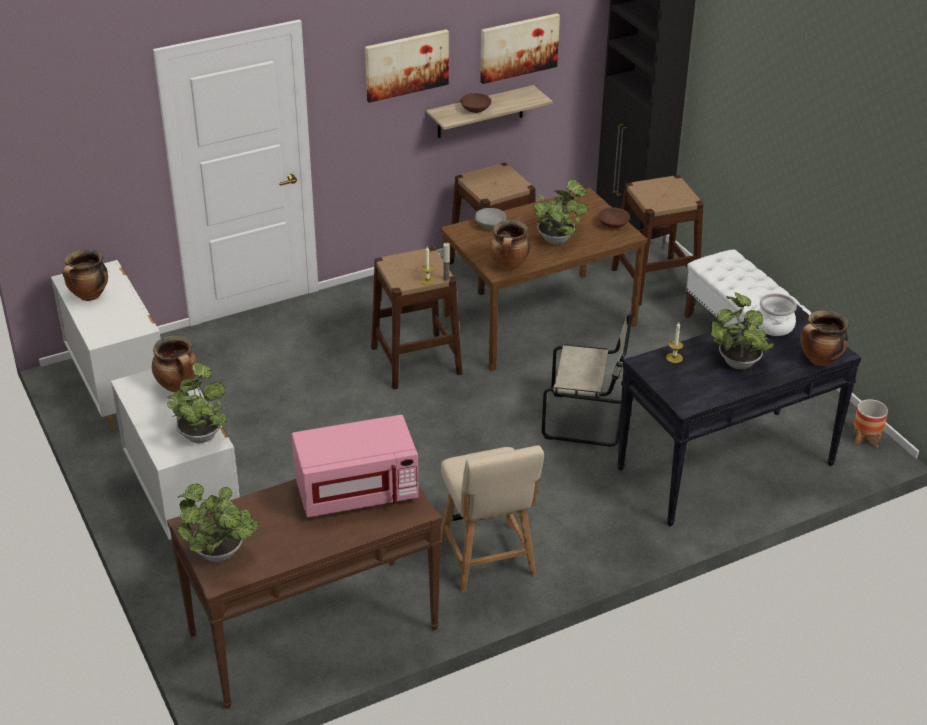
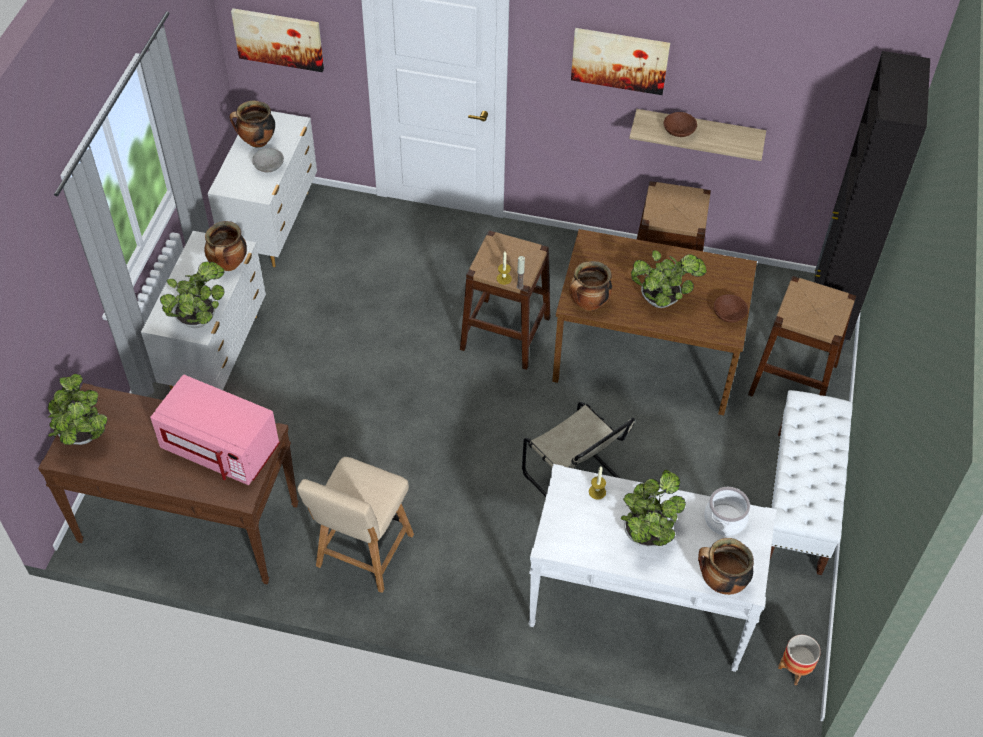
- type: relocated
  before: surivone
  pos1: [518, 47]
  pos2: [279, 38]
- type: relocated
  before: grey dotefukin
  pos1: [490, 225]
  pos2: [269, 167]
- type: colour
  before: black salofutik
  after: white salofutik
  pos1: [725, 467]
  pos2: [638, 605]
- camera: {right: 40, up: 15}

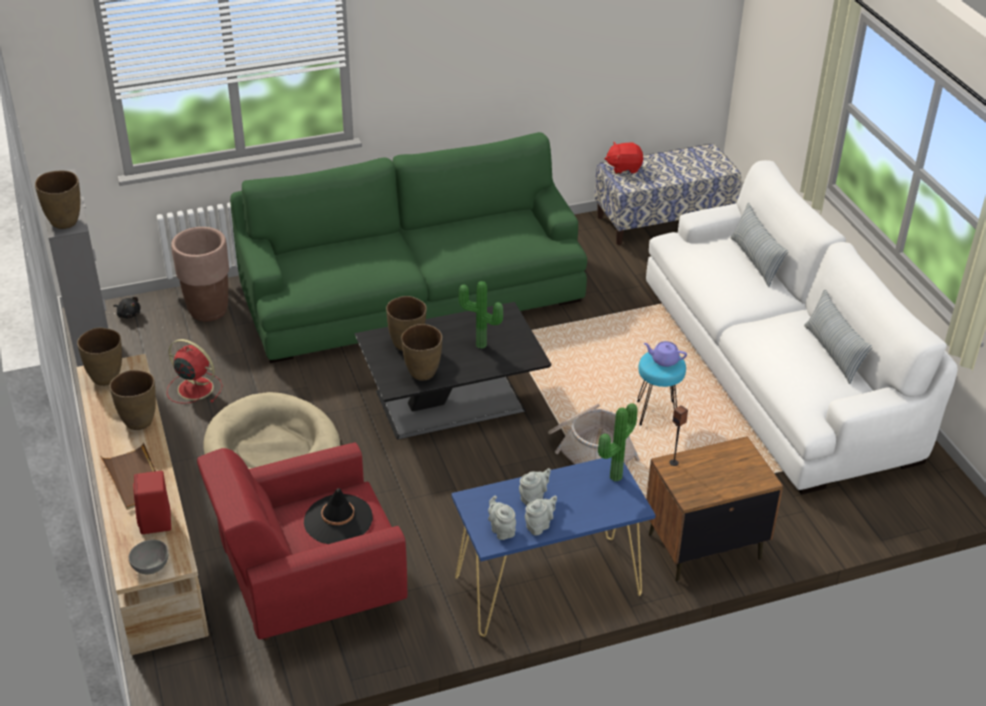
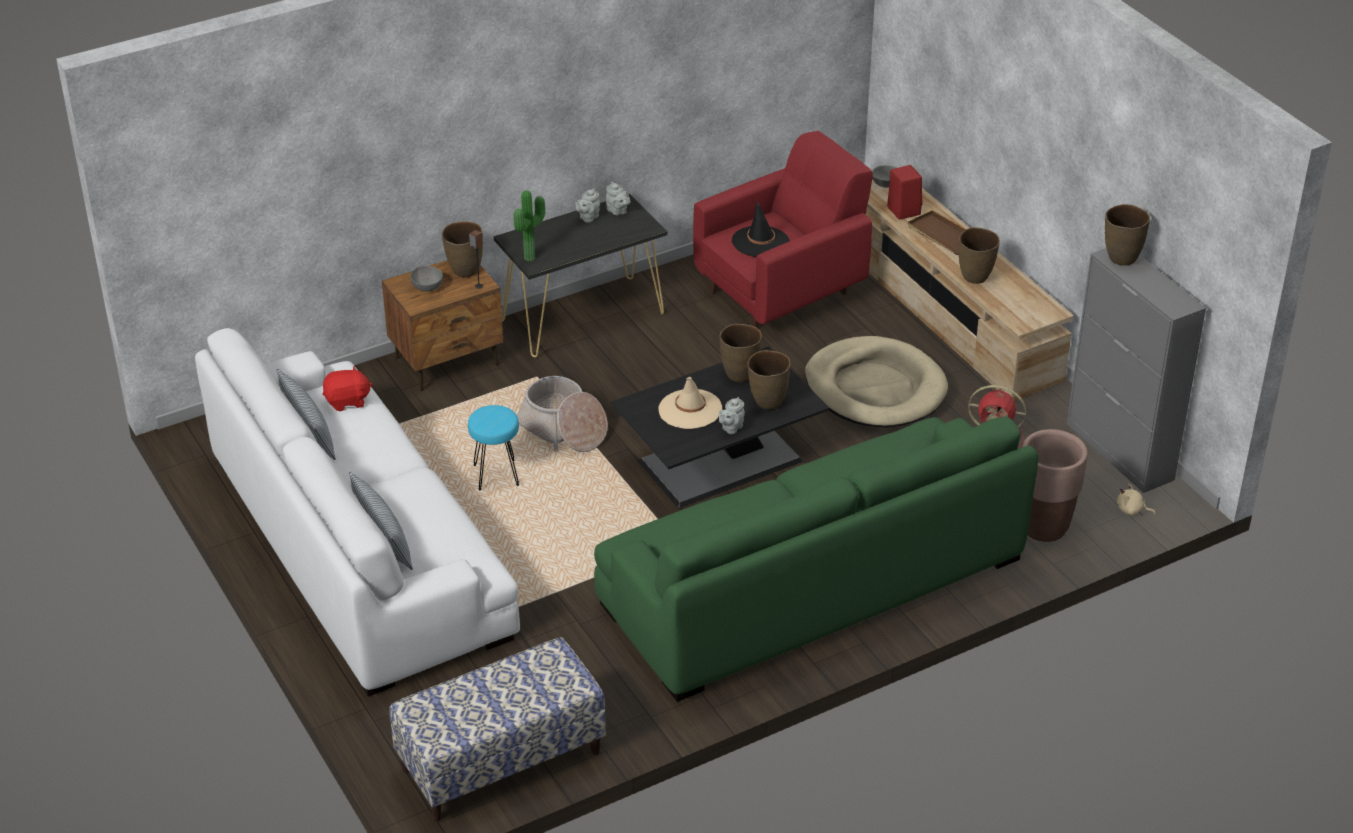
- type: relocated
  before: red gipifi
  pos1: [624, 167]
  pos2: [347, 401]
- type: appeared
  after: grey dotefukin
  pos2: [427, 287]
- type: relocated
  before: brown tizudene
  pos1: [106, 377]
  pos2: [465, 271]
- type: colour
  before: blue salofutik
  after: black salofutik
  pos1: [547, 586]
  pos2: [583, 316]
- type: exchanged
  before: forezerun
  after: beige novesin
  pos1: [480, 346]
  pos2: [690, 409]
- type: relocated
  before: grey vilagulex
  pos1: [533, 498]
  pos2: [731, 428]
- type: colour
  before: black gipifi
  after: beige gipifi
  pos1: [128, 314]
  pos2: [1131, 510]
- type: missing
  before: purple vilagulex
  pos1: [664, 360]
- camera: {right: 170, up: 0}

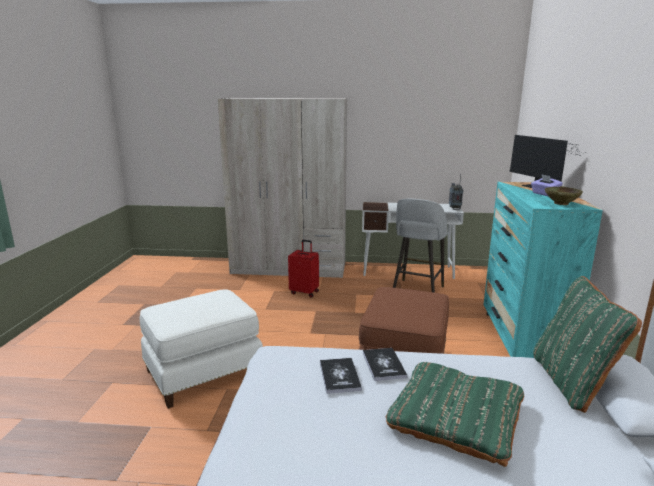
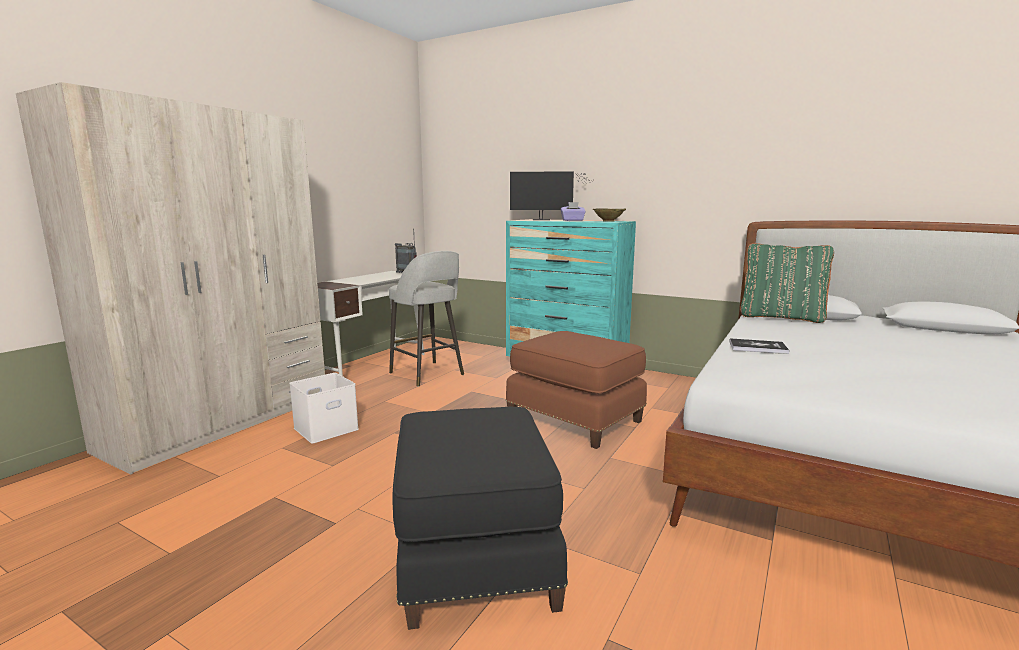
- type: exchanged
  before: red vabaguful
  after: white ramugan
  pos1: [304, 292]
  pos2: [326, 428]
- type: colour
  before: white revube
  after: black revube
  pos1: [203, 371]
  pos2: [473, 555]
- type: missing
  before: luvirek
  pos1: [339, 376]
- type: missing
  before: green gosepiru
  pos1: [456, 416]
- camera: {right: -65, up: -5}

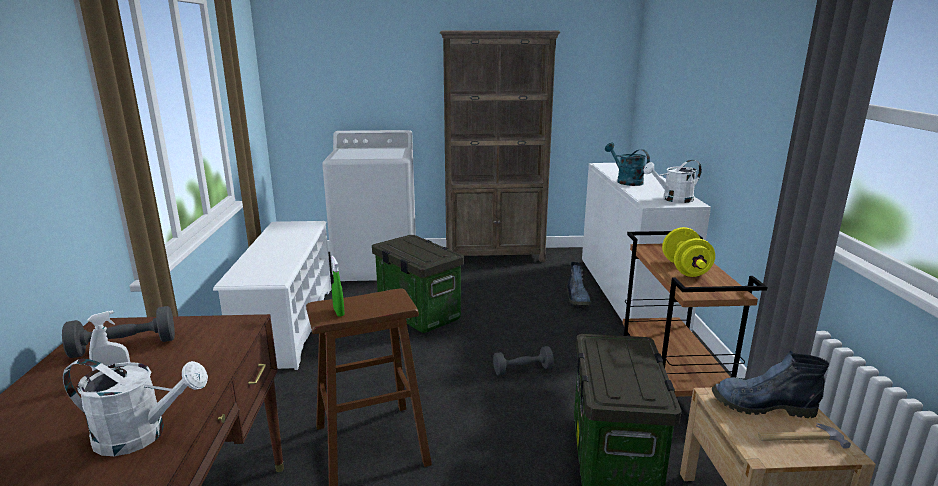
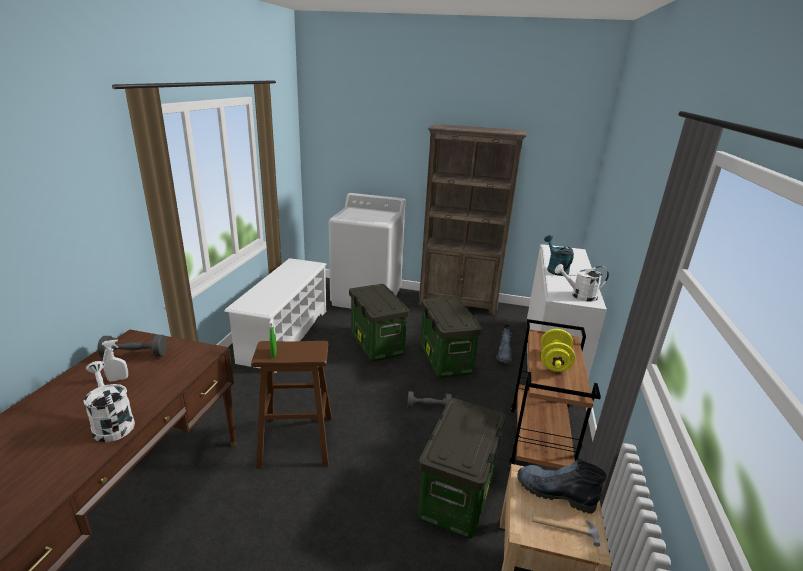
- type: spun
  before: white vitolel
  pos1: [142, 435]
  pos2: [111, 423]
  turn: -150
- type: appeared
  after: ramugan
  pos2: [444, 359]
- camera: {right: 15, up: 5}

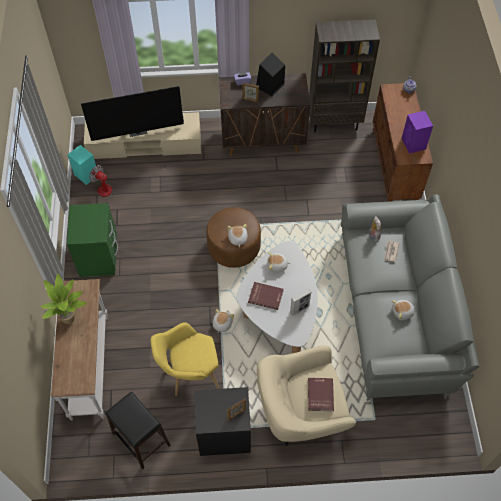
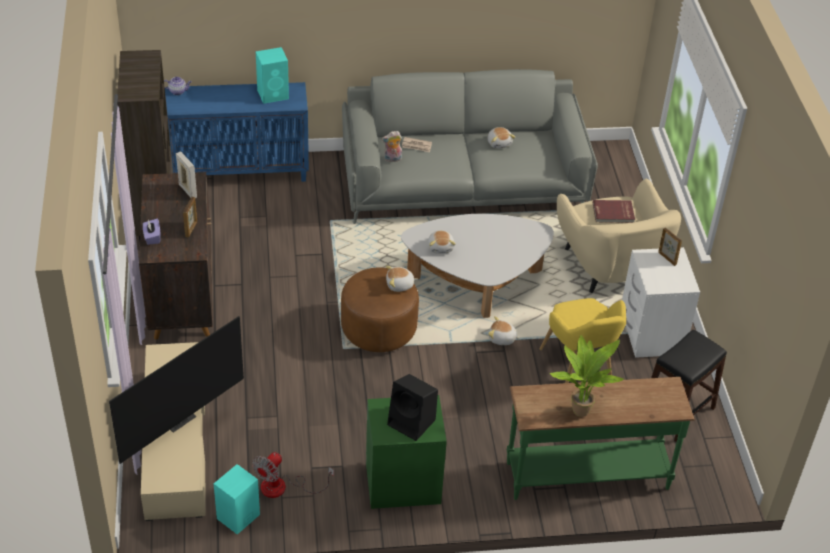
- type: spun
  before: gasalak
  pos1: [138, 130]
  pos2: [178, 418]
  turn: 60
- type: colour
  before: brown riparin
  after: blue riparin
  pos1: [395, 166]
  pos2: [240, 170]
- type: relocated
  before: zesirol
  pos1: [299, 309]
  pos2: [187, 191]
- type: colour
  before: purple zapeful
  after: turquoise zapeful
  pos1: [413, 144]
  pos2: [273, 94]
- type: relocated
  before: black zapeful
  pos1: [269, 86]
  pos2: [412, 422]
- type: colour
  before: white salofutik
  after: green salofutik
  pos1: [91, 367]
  pos2: [587, 474]
- type: colour
  before: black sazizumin
  after: white sazizumin
  pos1: [224, 433]
  pos2: [650, 333]
- type: missing
  before: red luvirek
  pos1: [266, 296]
- camera: {right: -95, up: -15}

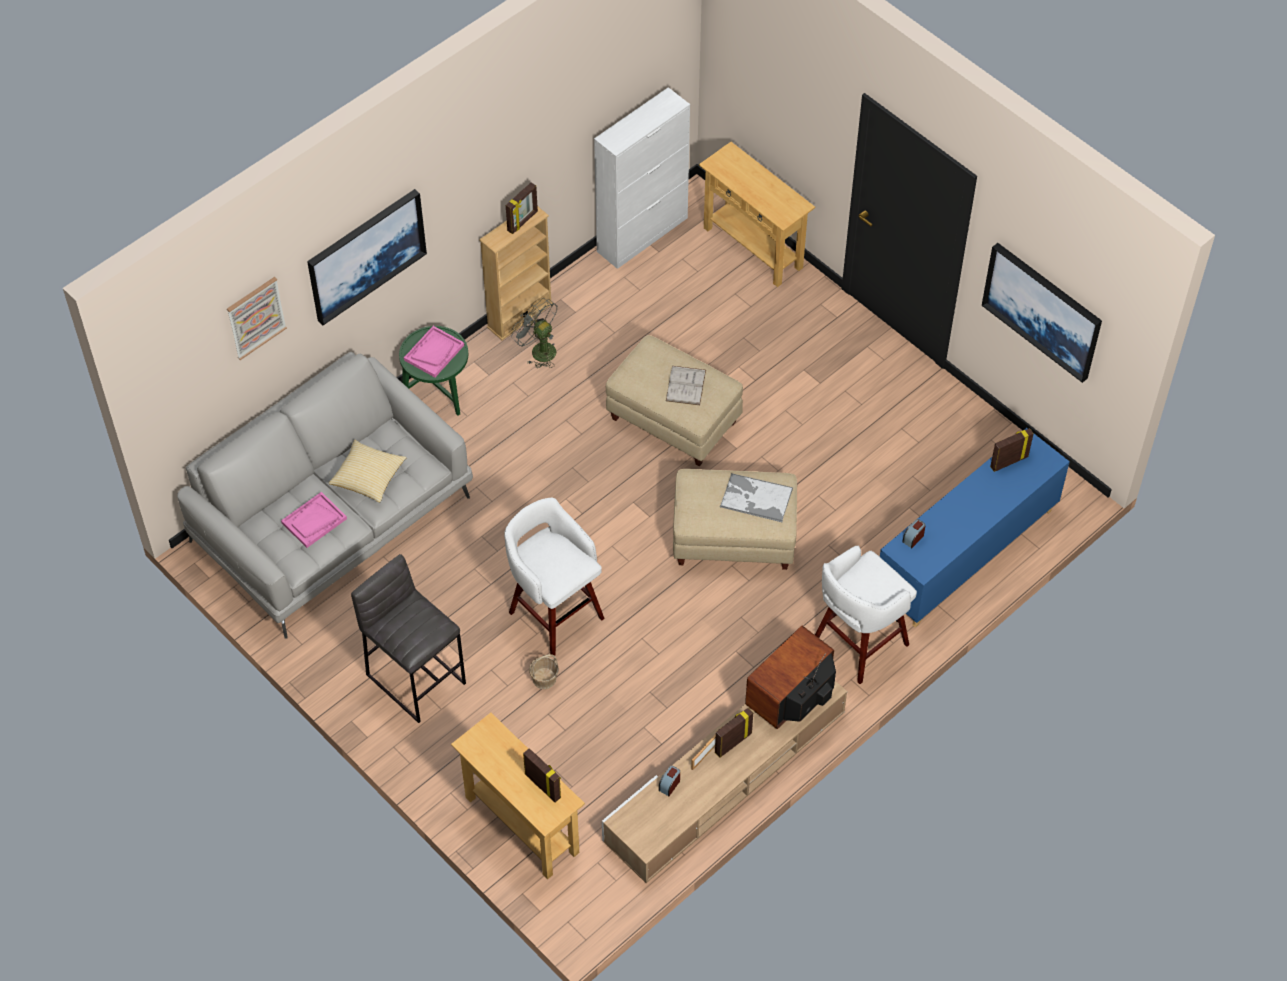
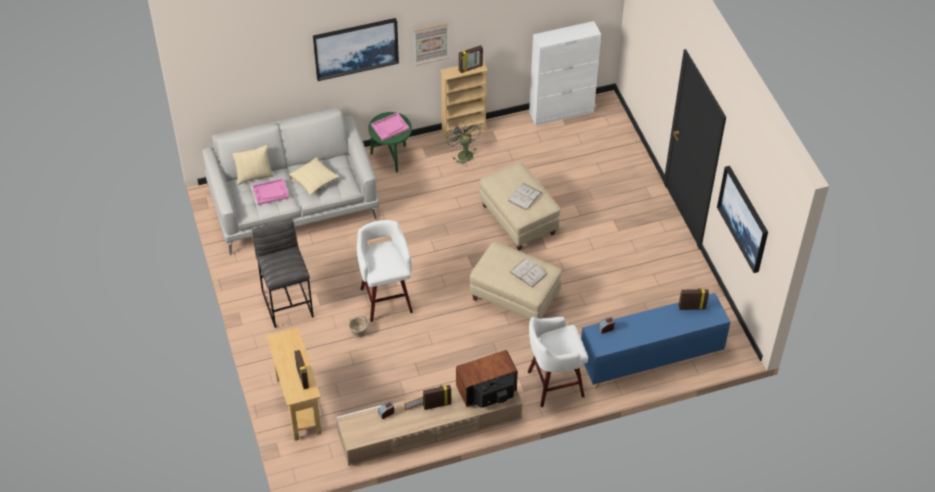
- type: appeared
  after: gosepiru
  pos2: [254, 176]
- type: relocated
  before: surivone
  pos1: [256, 317]
  pos2: [431, 43]
- type: exchanged
  before: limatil
  after: white luvirek
  pos1: [755, 498]
  pos2: [528, 273]
- type: missing
  before: beige salofutik
  pos1: [753, 248]
- camera: {right: 25, up: -5}

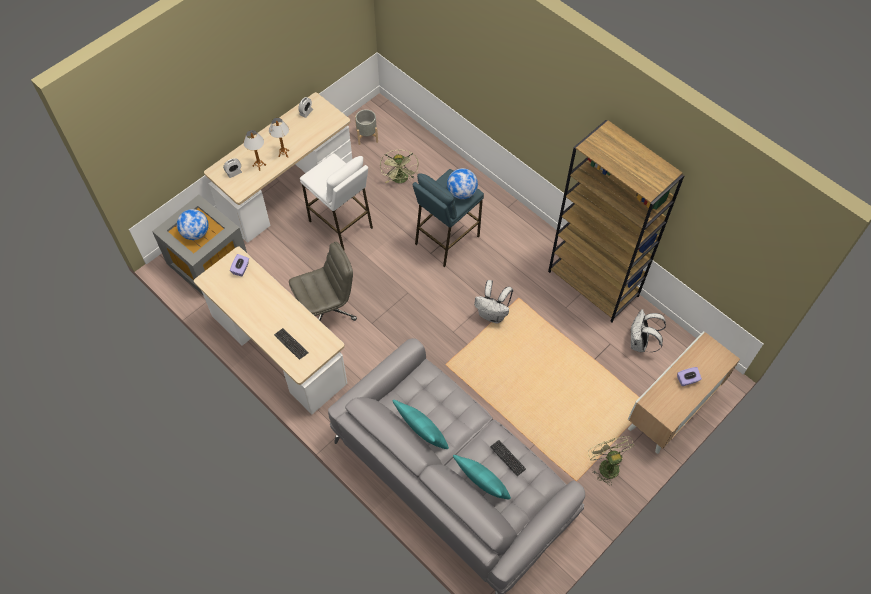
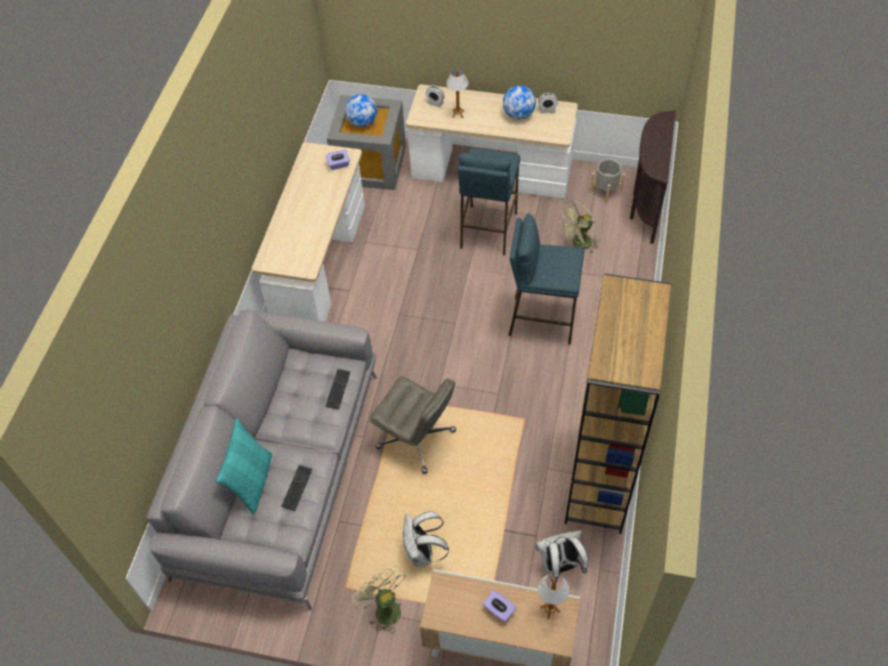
- type: relocated
  before: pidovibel
  pos1: [291, 344]
  pos2: [338, 389]
- type: spun
  before: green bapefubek
  pos1: [606, 464]
  pos2: [383, 608]
  turn: -75
- type: relocated
  before: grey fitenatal
  pos1: [327, 310]
  pos2: [417, 439]
- type: relocated
  before: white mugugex
  pos1: [492, 314]
  pos2: [423, 553]
- type: colour
  before: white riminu
  after: blue riminu
  pos1: [341, 224]
  pos2: [487, 230]
- type: relocated
  before: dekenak
  pos1: [461, 193]
  pos2: [518, 115]
- type: relocated
  before: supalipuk
  pos1: [284, 153]
  pos2: [550, 609]
- type: appeared
  after: brown salofutik
  pos2: [645, 207]
- type: missing
  before: turquoise gosepiru
  pos1: [422, 434]
- camera: {right: 60, up: -5}

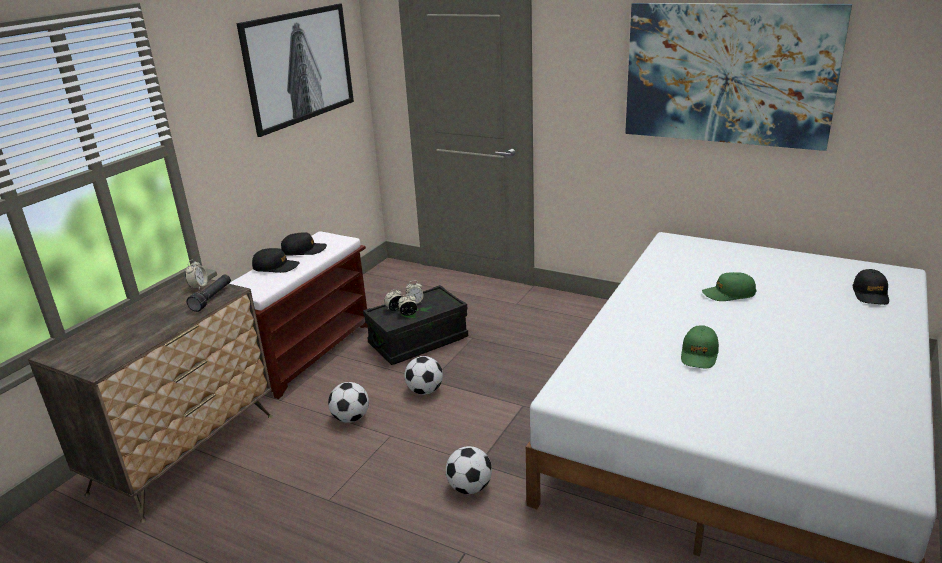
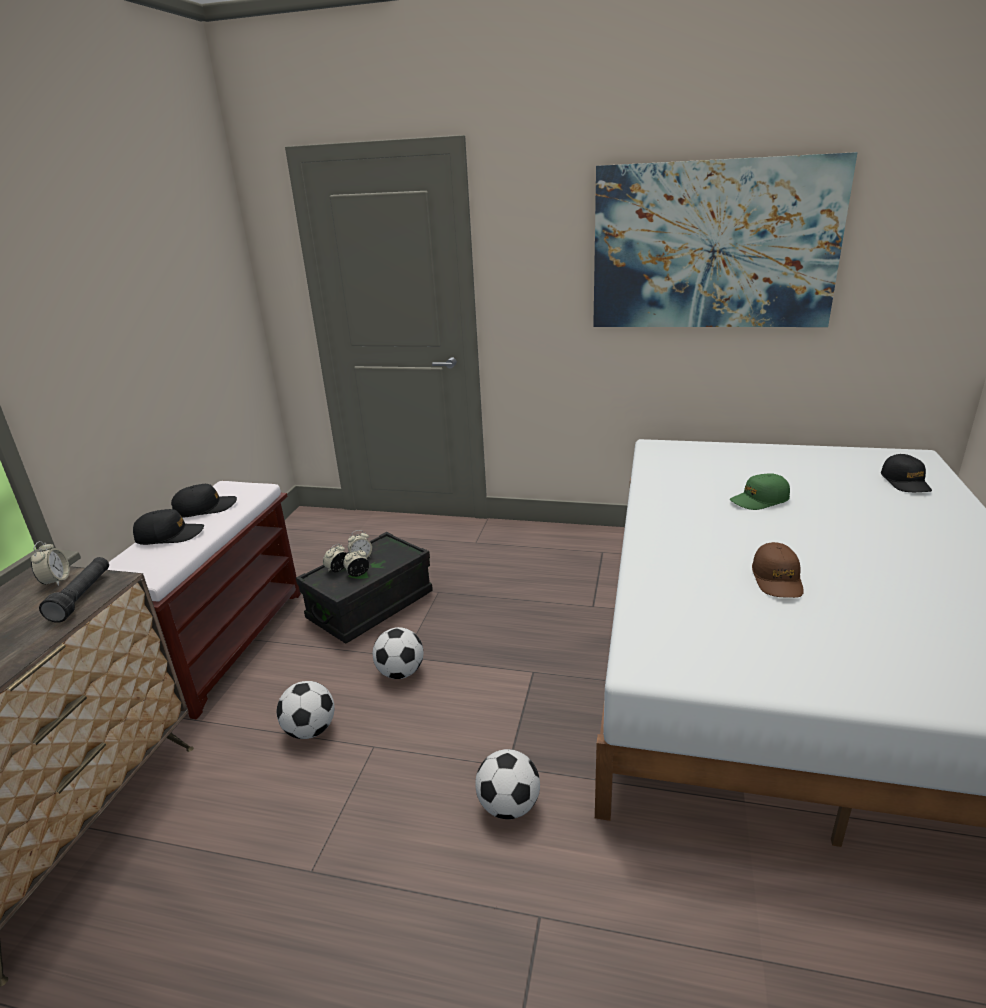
- type: colour
  before: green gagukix
  after: brown gagukix
  pos1: [699, 354]
  pos2: [777, 579]
- type: missing
  before: surivone
  pos1: [300, 66]
- camera: {right: -15, up: 0}

